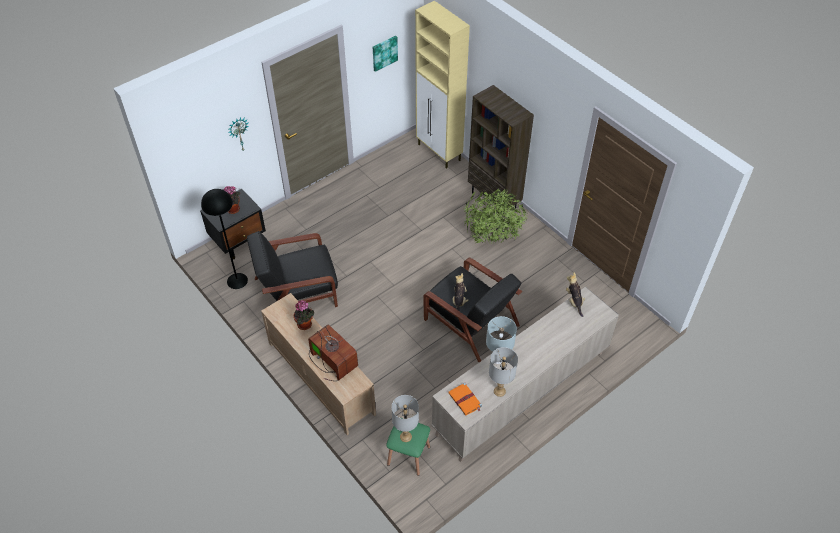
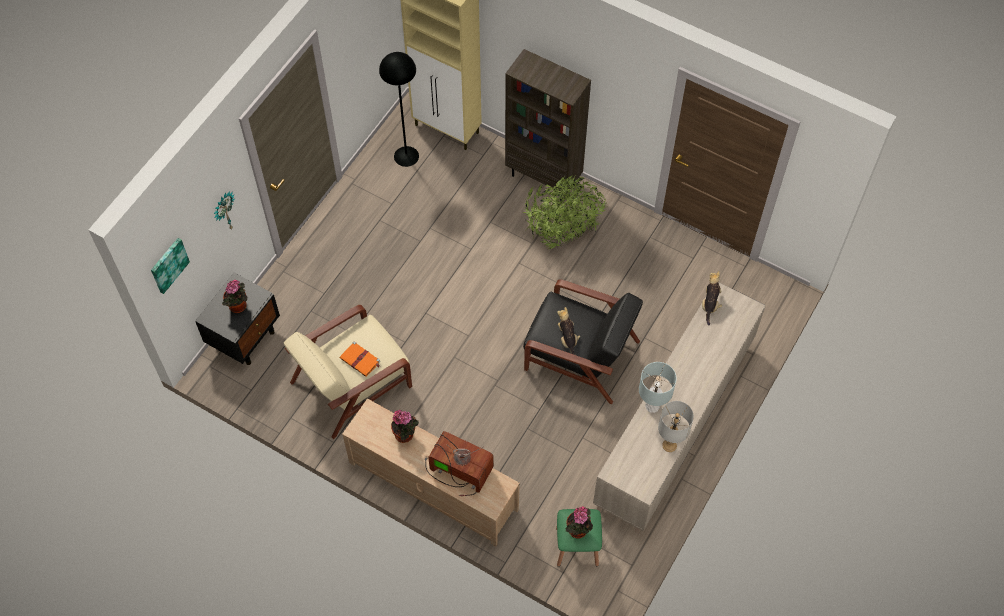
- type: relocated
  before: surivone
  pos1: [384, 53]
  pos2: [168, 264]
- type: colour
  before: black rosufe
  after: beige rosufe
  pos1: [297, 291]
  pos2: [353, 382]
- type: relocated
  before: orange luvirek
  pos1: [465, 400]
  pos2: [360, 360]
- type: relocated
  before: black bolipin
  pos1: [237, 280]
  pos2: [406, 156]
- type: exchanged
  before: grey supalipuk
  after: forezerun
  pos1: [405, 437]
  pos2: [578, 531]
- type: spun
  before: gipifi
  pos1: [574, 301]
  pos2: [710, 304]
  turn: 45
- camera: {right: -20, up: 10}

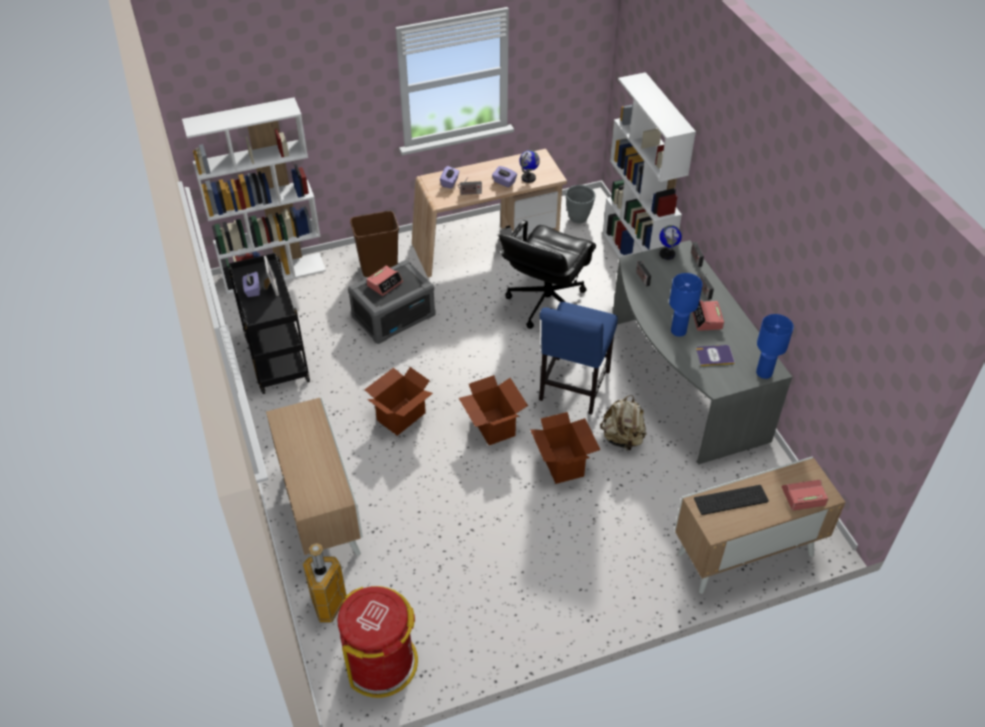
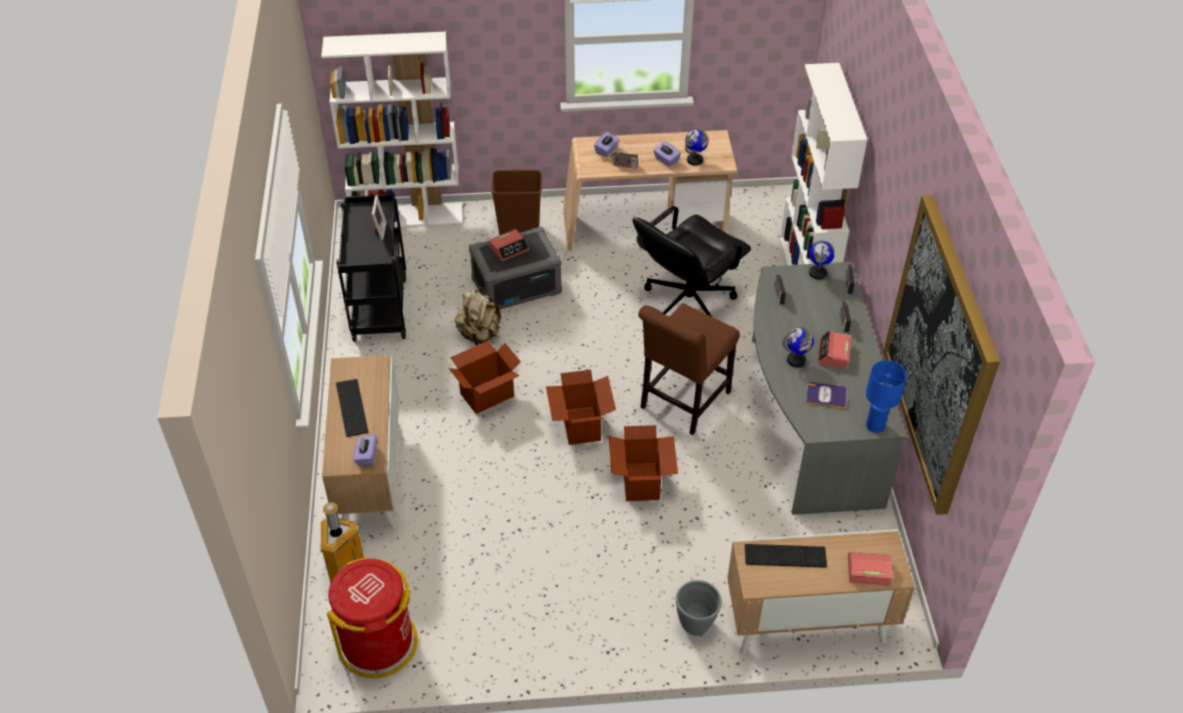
- type: appeared
  after: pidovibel
  pos2: [350, 407]
- type: relocated
  before: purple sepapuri
  pos1: [252, 290]
  pos2: [366, 456]
- type: relocated
  before: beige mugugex
  pos1: [622, 439]
  pos2: [479, 334]
- type: colour
  before: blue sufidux
  after: brown sufidux
  pos1: [572, 388]
  pos2: [682, 403]
- type: relocated
  before: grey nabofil
  pos1: [578, 218]
  pos2: [696, 625]
- type: exchanged
  before: blue supalipuk
  after: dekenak
  pos1: [678, 331]
  pos2: [796, 360]
- type: appeared
  after: surivone
  pos2: [940, 355]
- camera: {right: 15, up: 0}

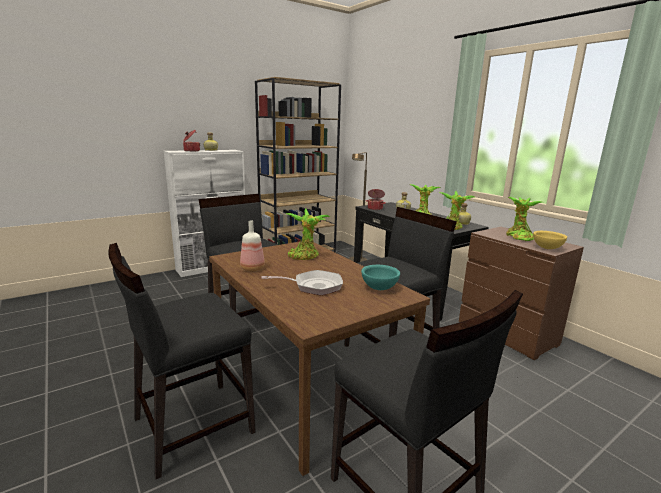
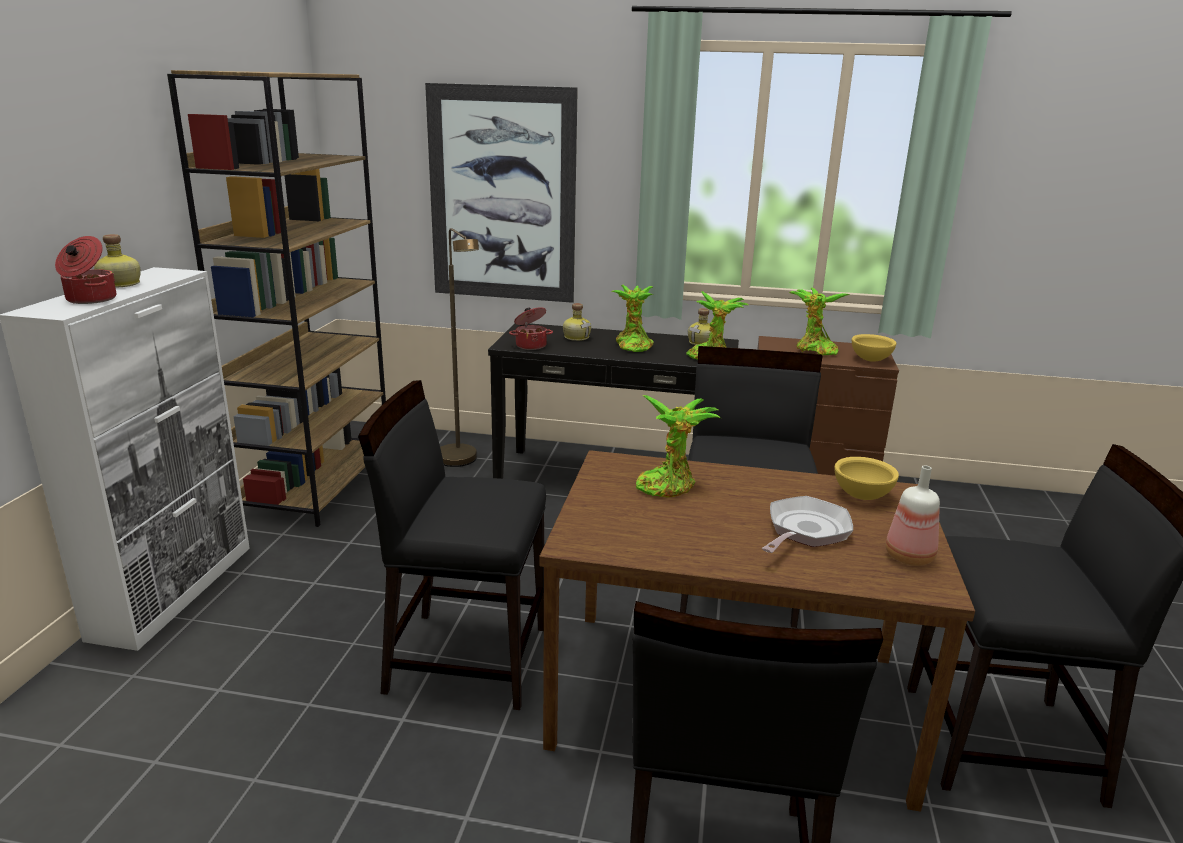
- type: appeared
  after: surivone
  pos2: [502, 196]
- type: colour
  before: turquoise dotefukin
  after: yellow dotefukin
  pos1: [379, 288]
  pos2: [863, 496]
- type: relocated
  before: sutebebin
  pos1: [253, 269]
  pos2: [910, 556]
- camera: {right: -45, up: 5}

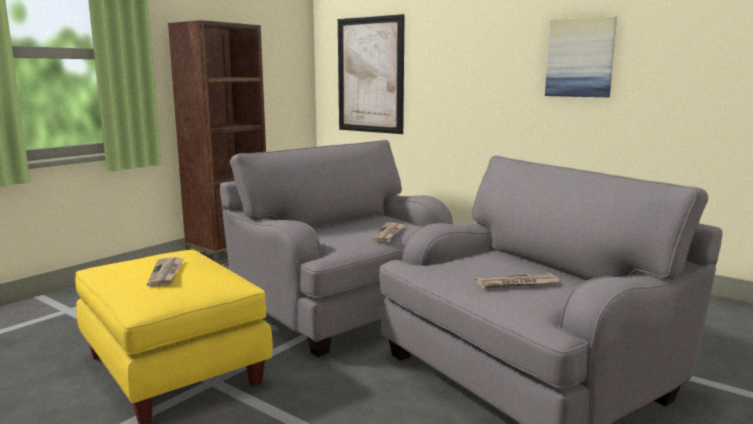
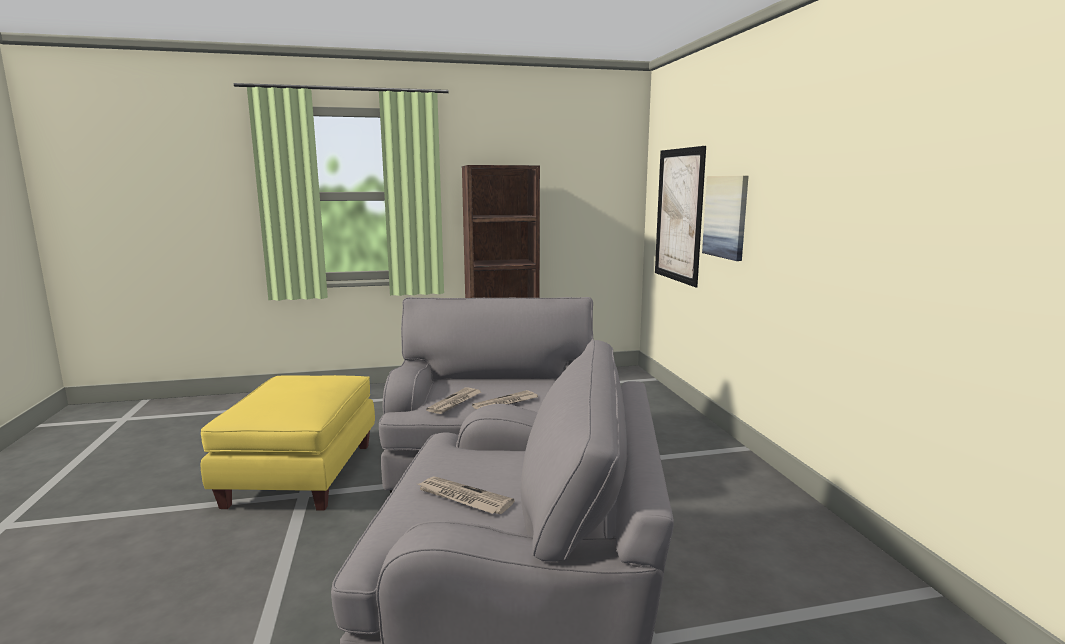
- type: relocated
  before: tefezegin
  pos1: [167, 273]
  pos2: [455, 402]
- type: relocated
  before: surivone
  pos1: [580, 58]
  pos2: [726, 216]
- camera: {right: 40, up: 0}

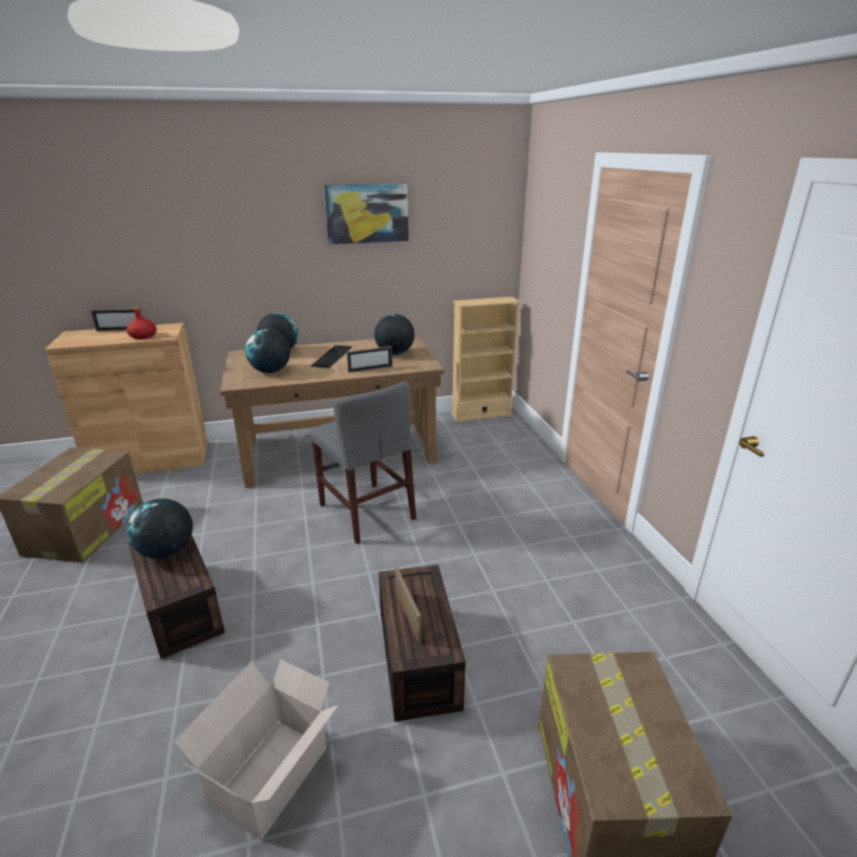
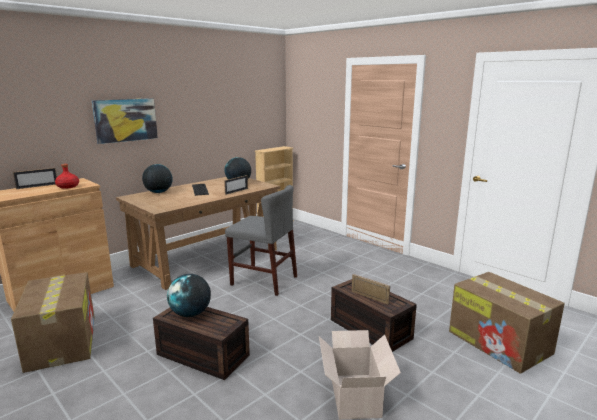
- type: relocated
  before: surivone
  pos1: [367, 213]
  pos2: [125, 120]
- type: missing
  before: dekenak
  pos1: [271, 371]
- camera: {right: -30, up: -10}

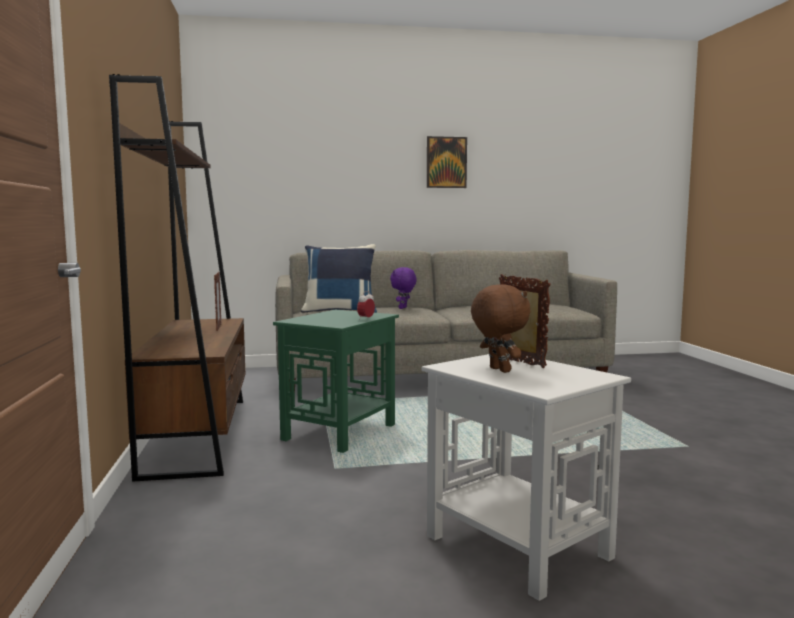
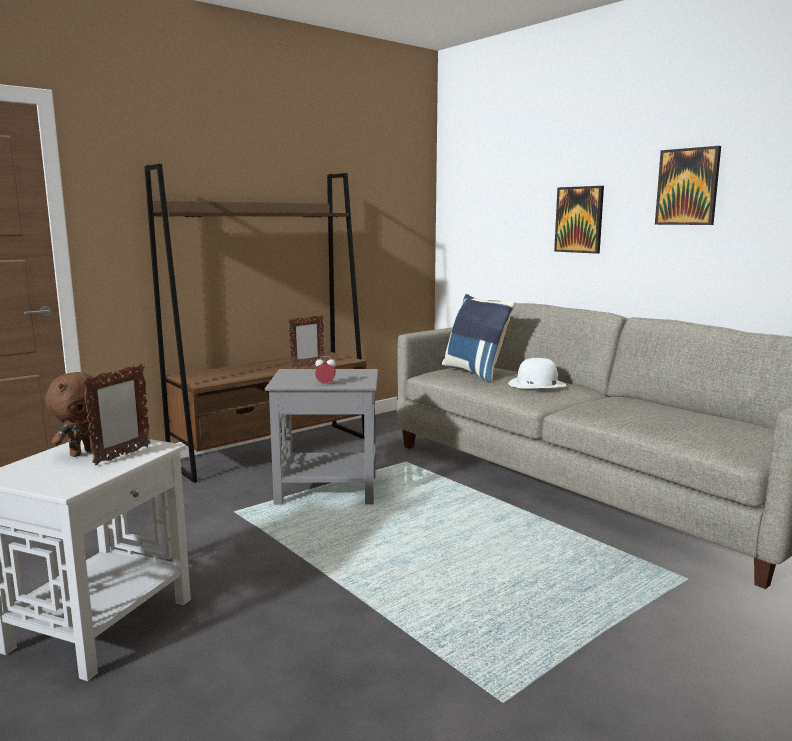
- type: colour
  before: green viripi
  after: grey viripi
  pos1: [338, 432]
  pos2: [325, 490]
- type: exchanged
  before: purple gipifi
  after: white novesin
  pos1: [403, 308]
  pos2: [536, 384]
- type: appeared
  after: surivone
  pos2: [579, 219]
- camera: {right: 60, up: 5}

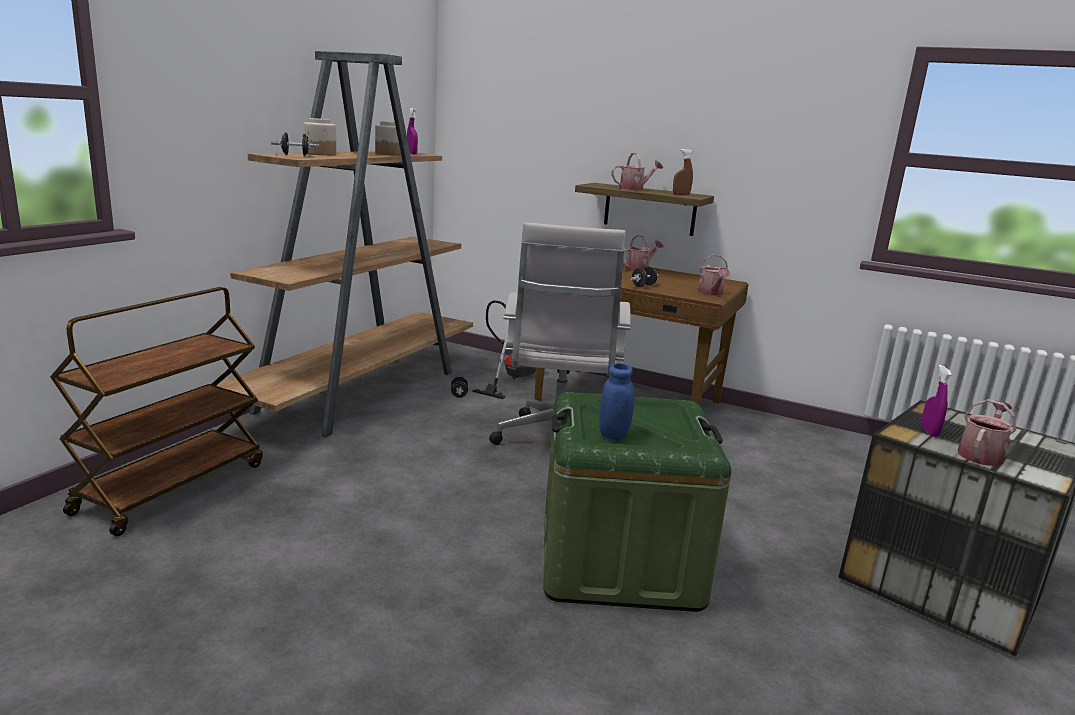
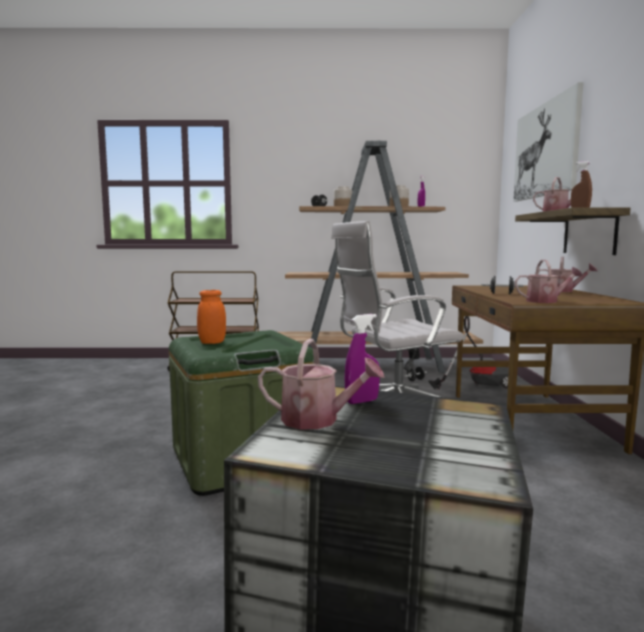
- type: colour
  before: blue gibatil
  after: orange gibatil
  pos1: [613, 435]
  pos2: [212, 342]
- type: appeared
  after: surivone
  pos2: [545, 150]
- type: spun
  before: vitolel
  pos1: [711, 293]
  pos2: [546, 301]
  turn: -150
- camera: {right: 65, up: -10}

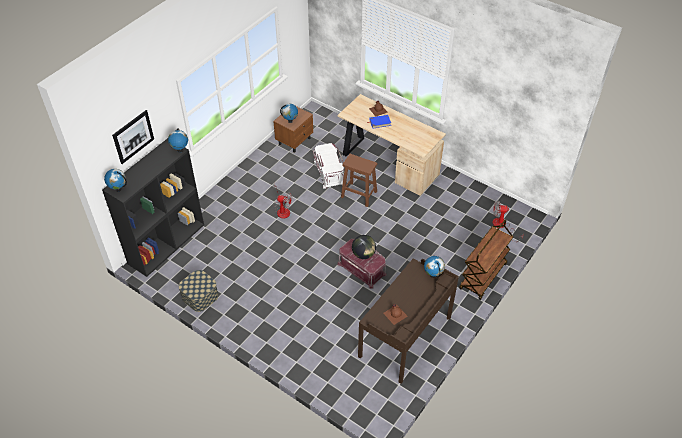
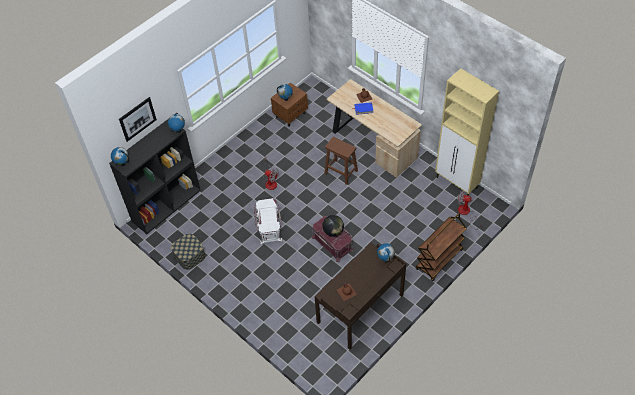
- type: relocated
  before: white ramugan
  pos1: [328, 172]
  pos2: [268, 226]
- type: appeared
  after: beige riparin
  pos2: [457, 183]
- camera: {right: 10, up: 5}

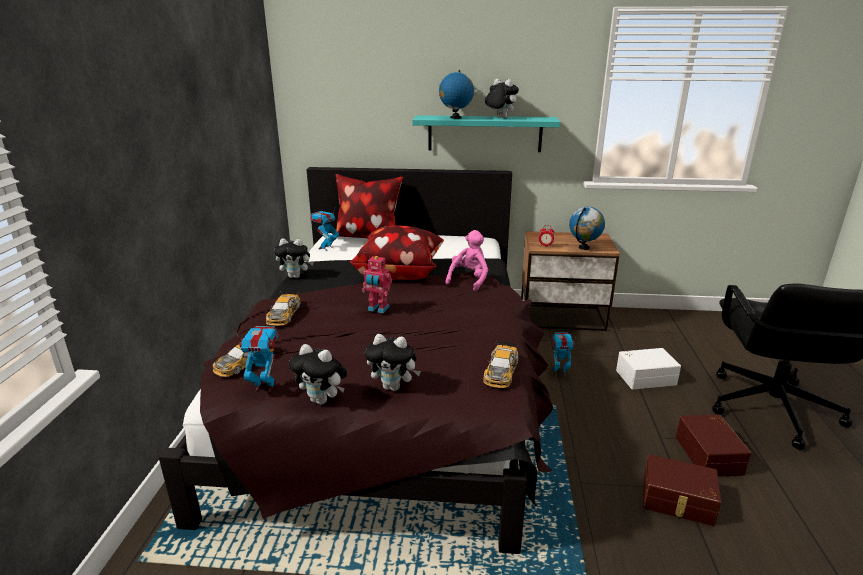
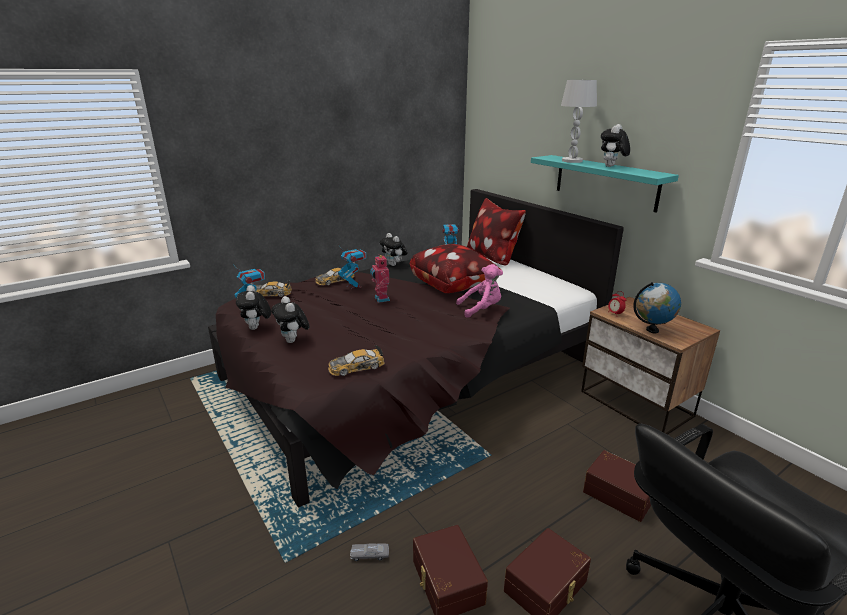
- type: relocated
  before: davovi
  pos1: [559, 372]
  pos2: [353, 286]
- type: appeared
  after: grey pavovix
  pos2: [369, 554]
- type: exchanged
  before: dekenak
  after: white supalipuk
  pos1: [455, 117]
  pos2: [571, 161]
- type: colour
  before: white ramugan
  after: brown ramugan
  pos1: [645, 376]
  pos2: [619, 493]
- type: spun
  before: gipifi
  pos1: [499, 118]
  pos2: [611, 166]
  turn: -150
- camera: {right: 50, up: 0}

